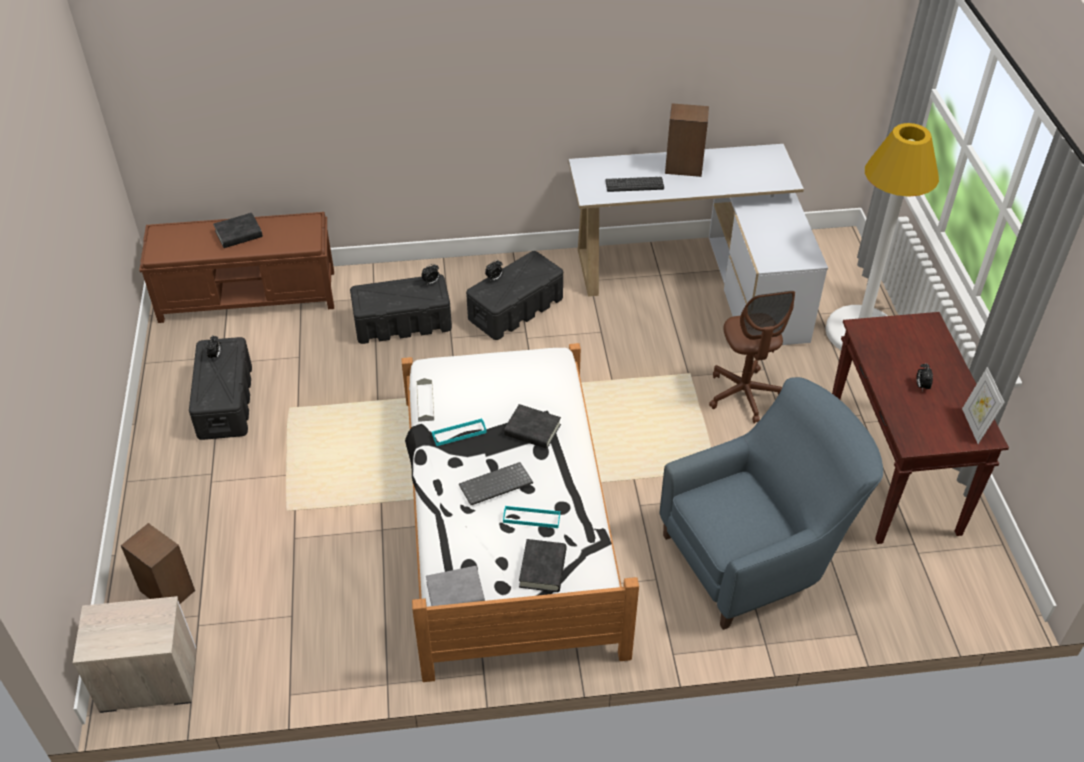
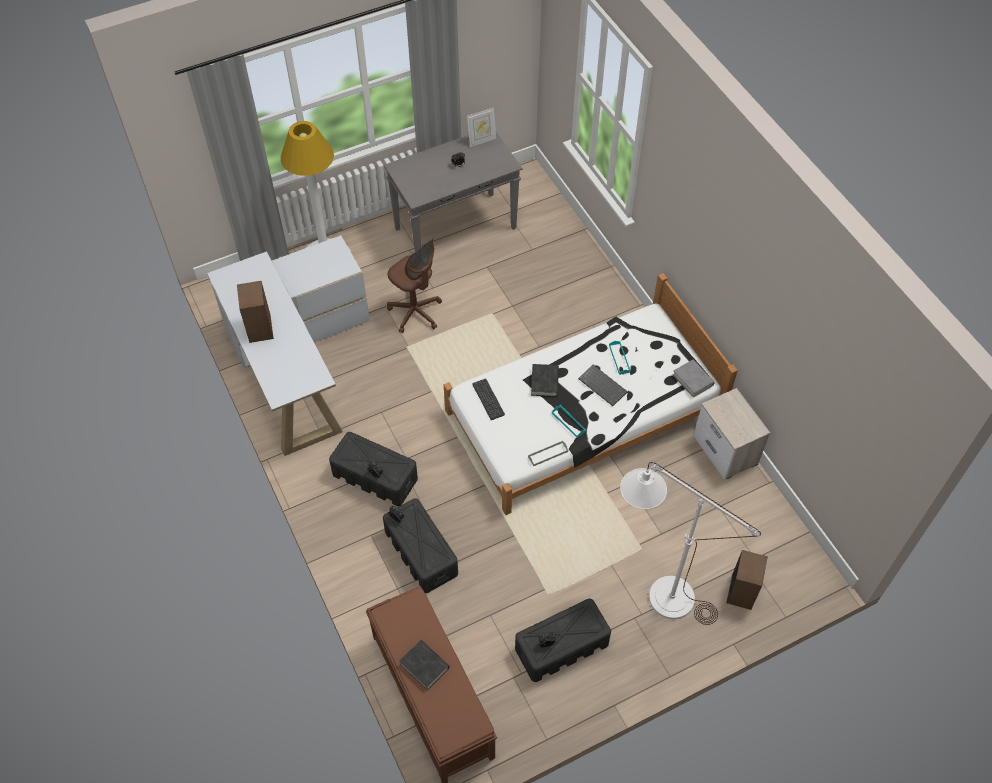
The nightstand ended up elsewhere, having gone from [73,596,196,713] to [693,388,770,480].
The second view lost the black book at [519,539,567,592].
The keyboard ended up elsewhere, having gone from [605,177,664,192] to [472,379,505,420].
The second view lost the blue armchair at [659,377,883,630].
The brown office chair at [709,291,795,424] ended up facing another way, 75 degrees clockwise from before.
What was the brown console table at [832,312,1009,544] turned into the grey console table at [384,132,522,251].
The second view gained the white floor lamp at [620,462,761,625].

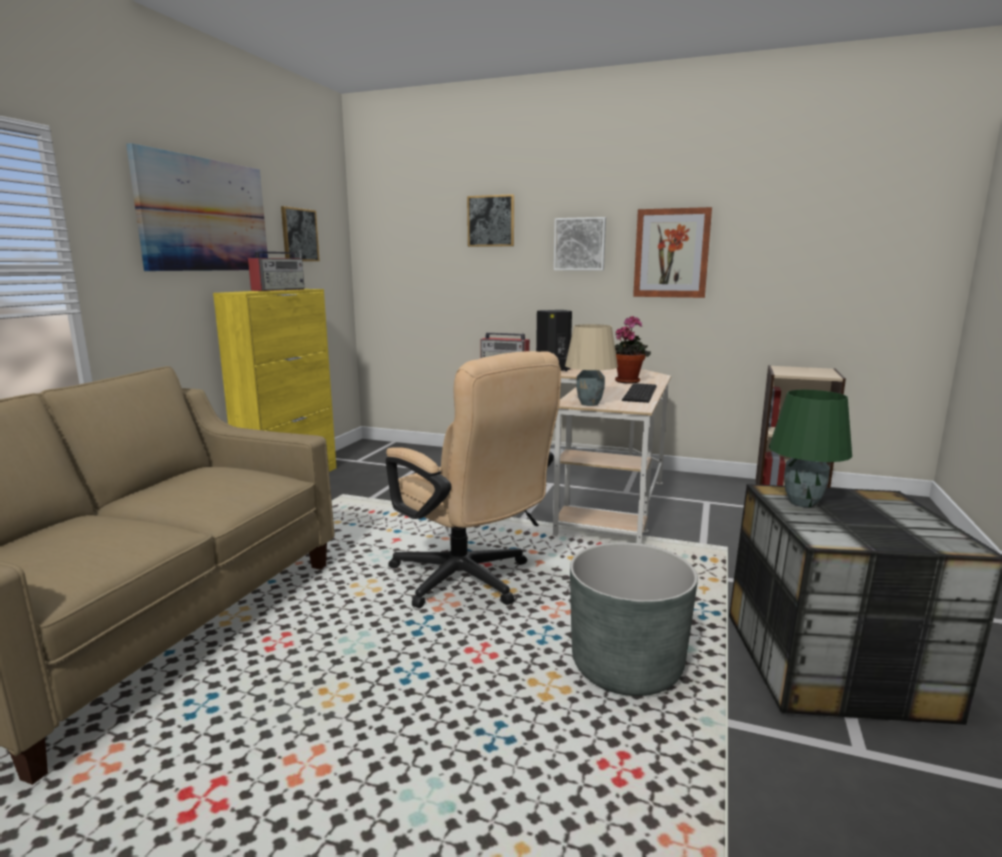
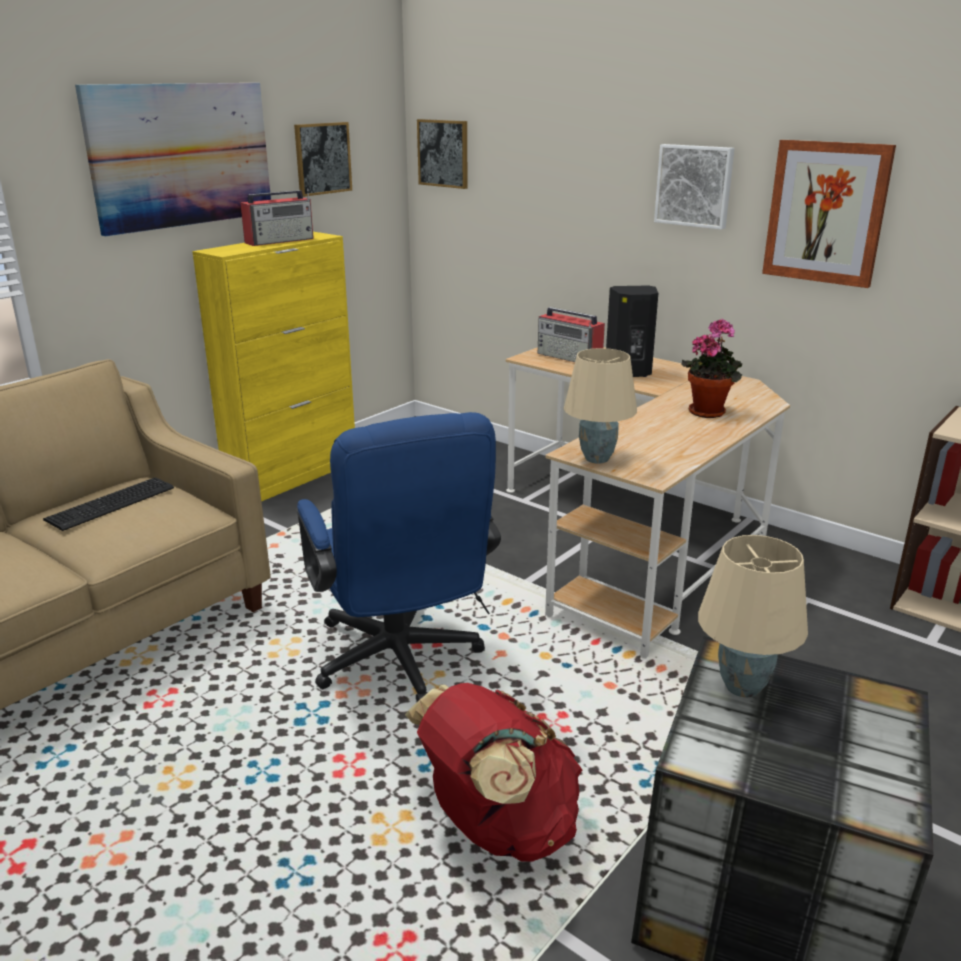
What was the beige office chair at [386,351,561,608] turned into the blue office chair at [297,412,501,702].
The picture ended up elsewhere, having gone from [467,194,514,247] to [417,119,468,189].
Where the grey planter stood at [570,542,698,696], the red backpack came to stand at [405,683,582,862].
The keyboard ended up elsewhere, having gone from [622,383,657,403] to [43,477,174,531].
What was the green table lamp at [769,390,852,507] turned into the beige table lamp at [698,535,808,697].

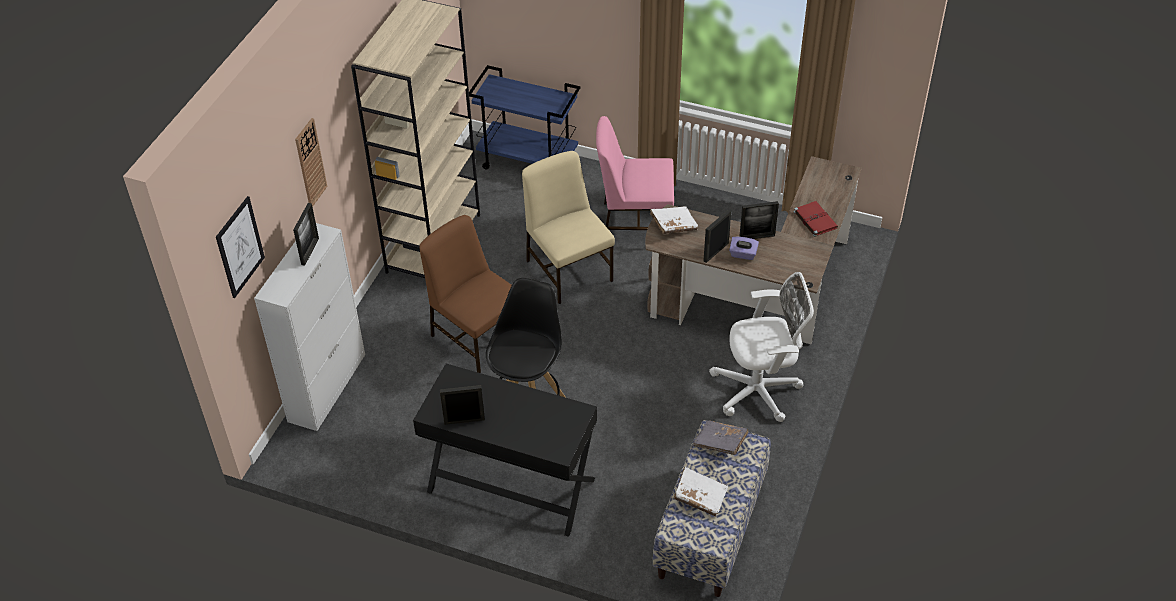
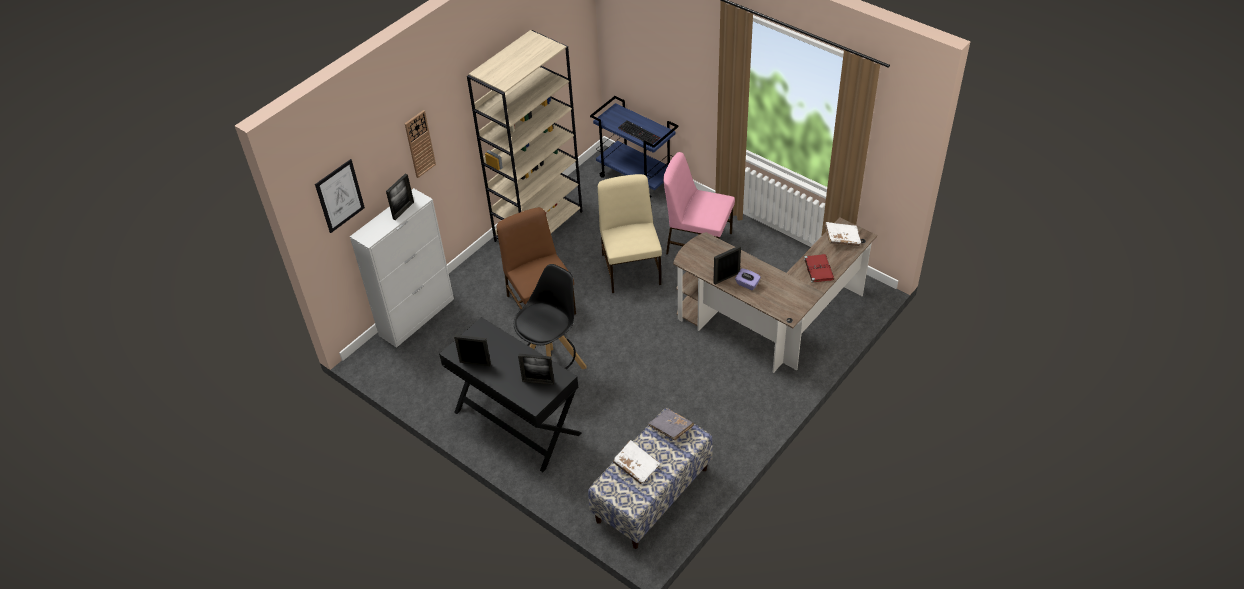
The white book ended up elsewhere, having gone from [650,206,698,234] to [824,222,861,246].
The second view lost the white office chair at [709,272,814,422].
The picture frame ended up elsewhere, having gone from [739,201,779,239] to [518,354,554,385].
The second view gained the keyboard at [618,121,660,144].

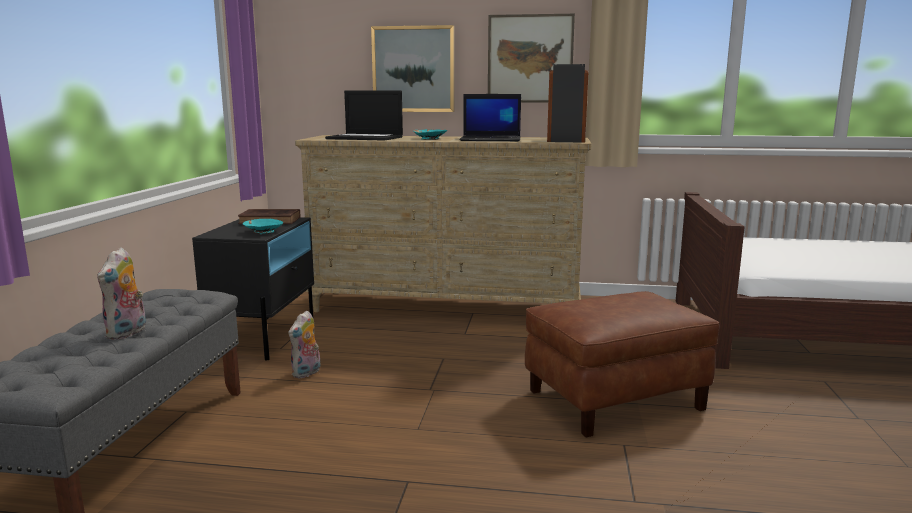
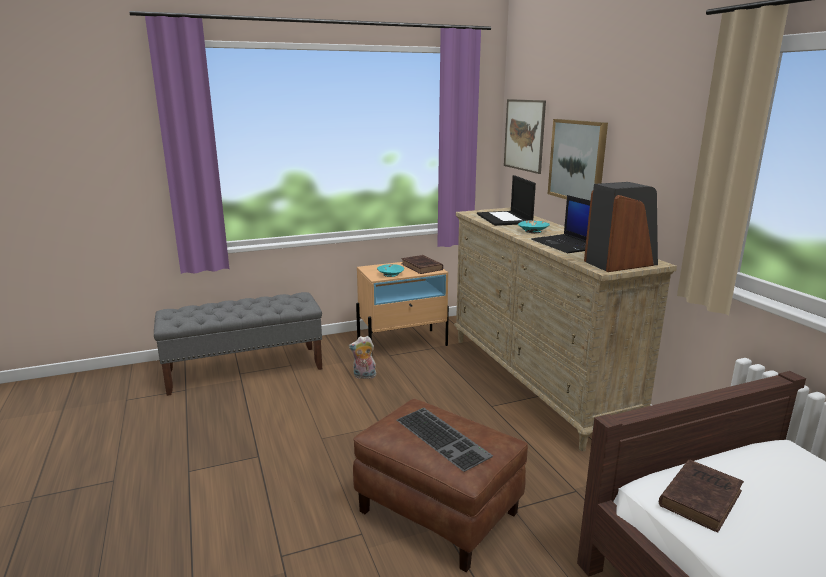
The second view lost the plush toy at [97,247,146,340].
What was the black nightstand at [192,217,314,361] turned into the beige nightstand at [356,262,449,346].
The picture ended up elsewhere, having gone from [488,14,575,102] to [504,99,546,174].
The second view gained the keyboard at [397,408,493,472].
The second view gained the brown book at [659,460,744,532].

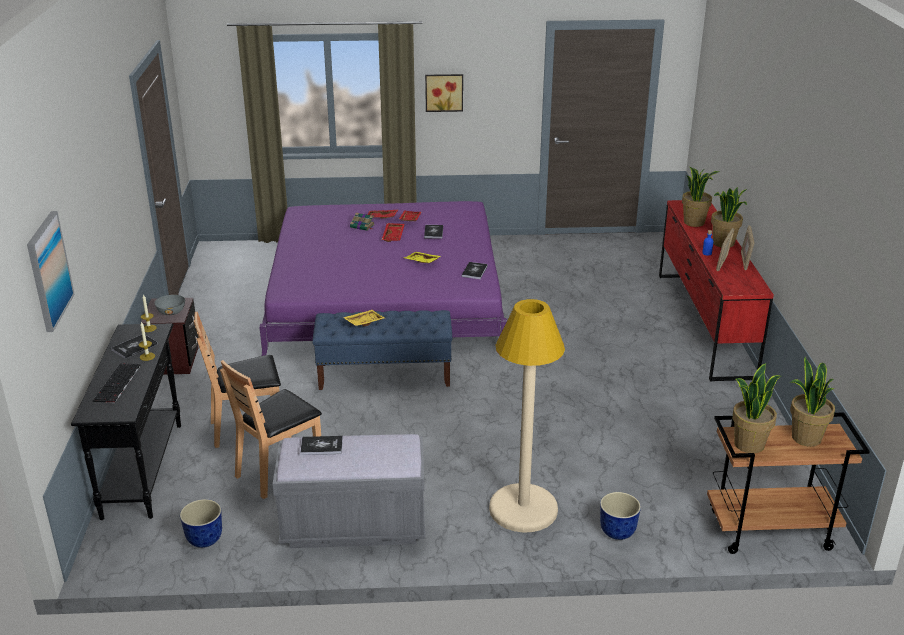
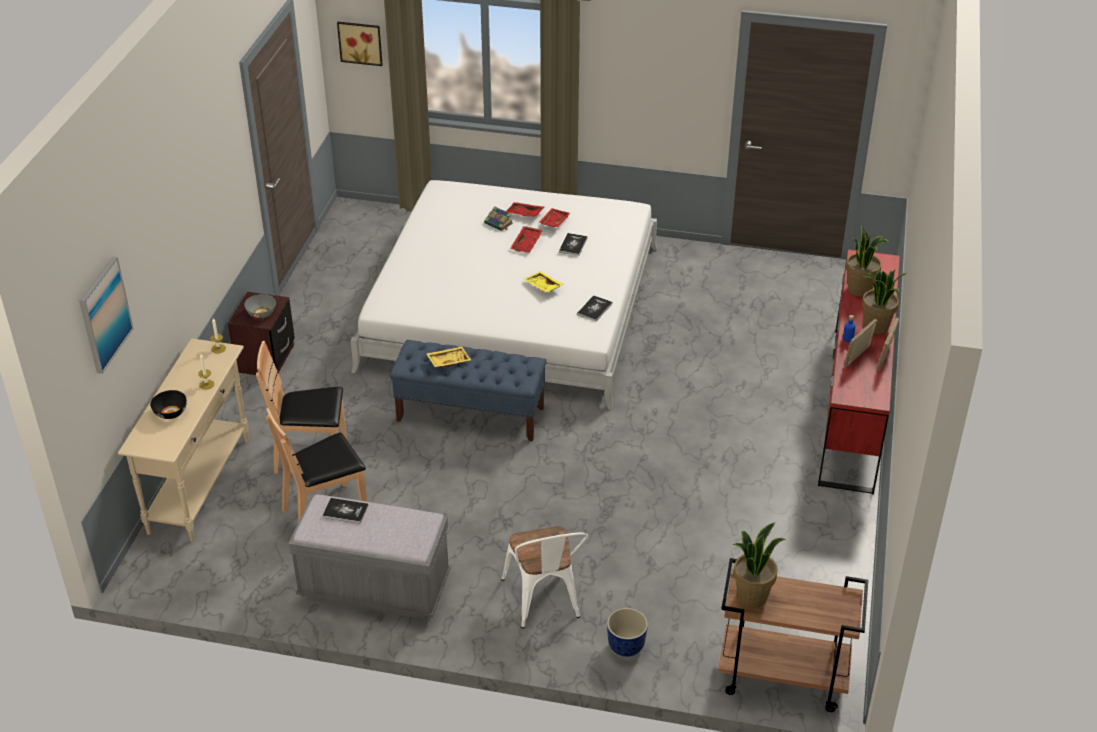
What was the black console table at [71,323,181,520] turned into the beige console table at [118,338,249,542].
Where the keyboard stood at [93,363,140,403], the black bowl came to stand at [150,390,187,419].
The second view lost the book at [111,335,158,359].
The second view lost the planter at [180,499,222,548].
What was the purple bed at [259,201,507,356] turned into the white bed at [350,180,657,410].
The picture ended up elsewhere, having gone from [425,74,463,112] to [337,22,383,66].
Where the beige floor lamp stood at [489,299,565,533], the white chair came to stand at [501,526,588,628].
The second view lost the potted plant at [790,357,835,447].

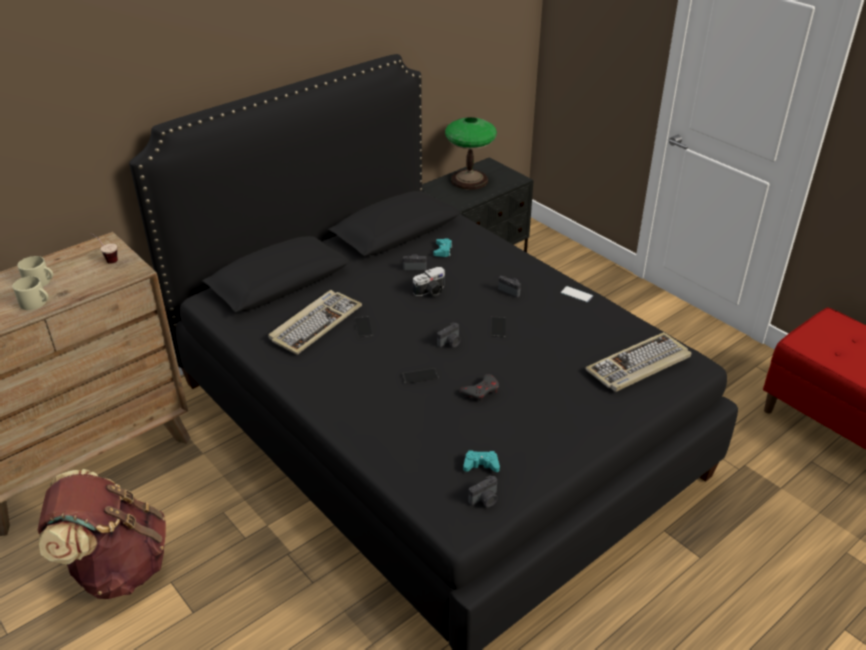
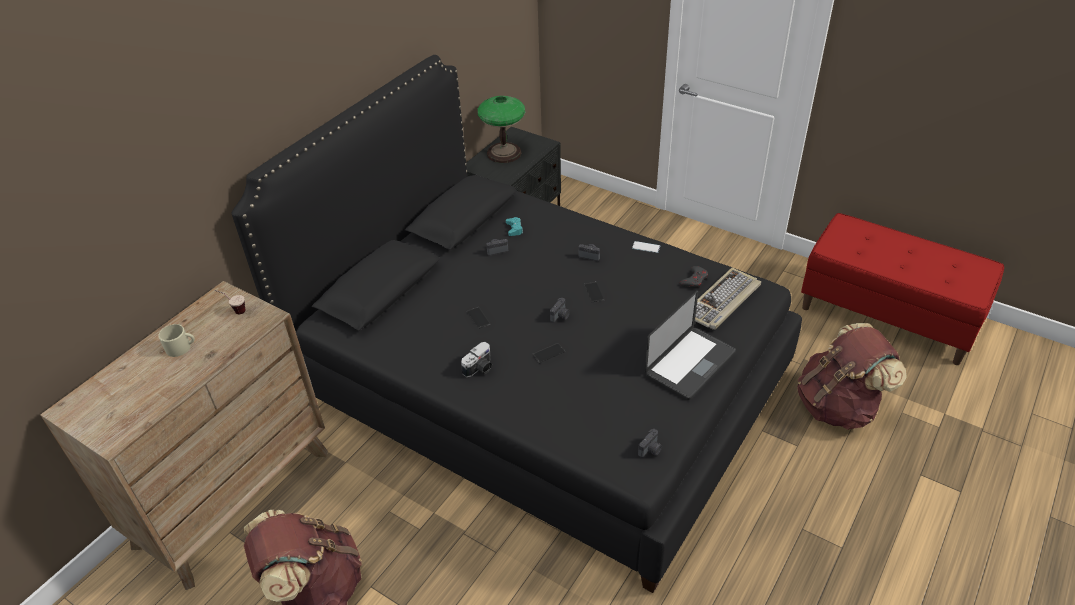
The second view lost the beige mug at [12,276,48,310].
The second view lost the keyboard at [268,290,362,355].
The photo camera ended up elsewhere, having gone from [413,267,445,296] to [461,342,492,377].
The grey game controller ended up elsewhere, having gone from [459,374,499,401] to [680,266,708,288].
The second view lost the turquoise game controller at [463,451,500,472].
The second view gained the laptop at [645,290,736,400].
The second view gained the brown backpack at [797,323,907,430].

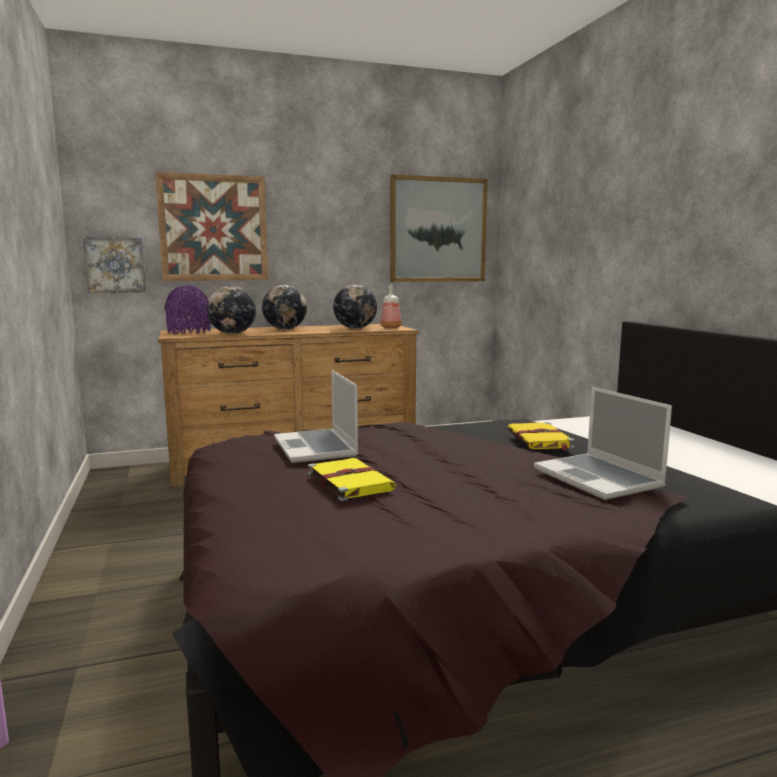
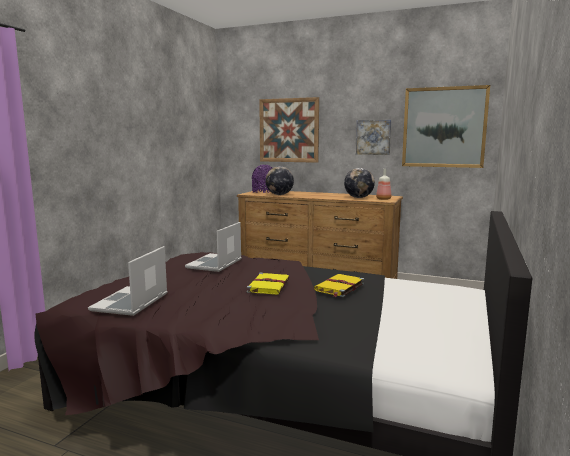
The picture ended up elsewhere, having gone from [83,237,146,293] to [356,120,391,155].
The second view lost the globe at [262,285,307,330].
The yellow book ended up elsewhere, having gone from [308,458,396,501] to [247,273,290,295].
The laptop ended up elsewhere, having gone from [534,387,672,500] to [88,246,168,316].

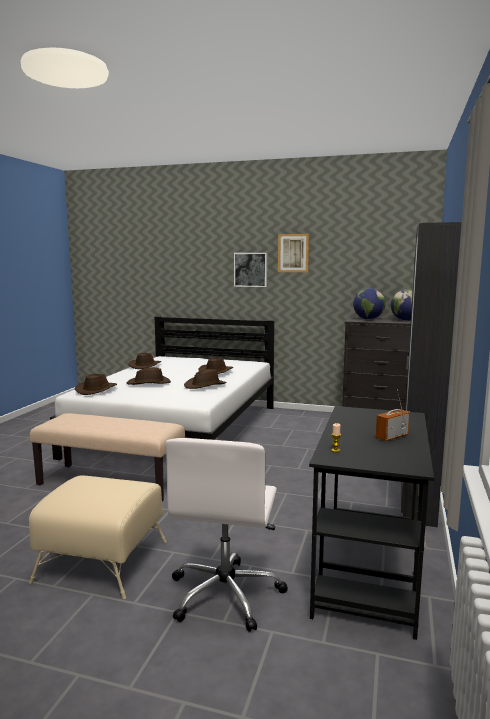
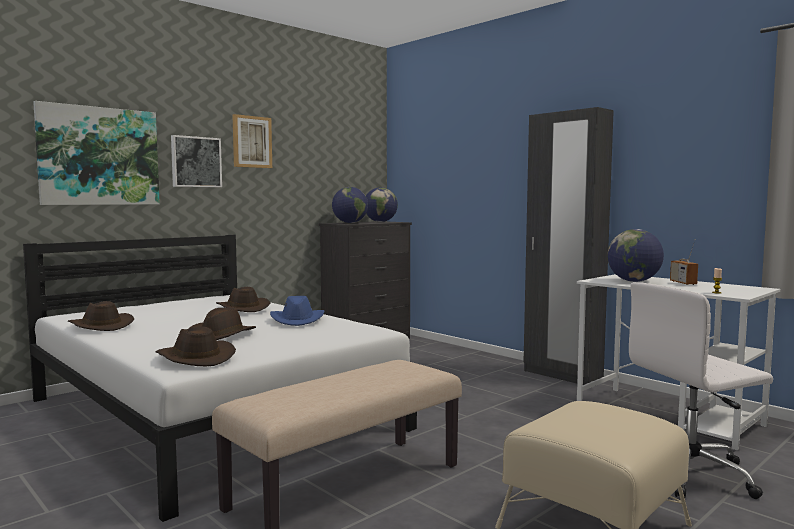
The white office chair at [165,438,288,632] ended up facing another way, 120 degrees clockwise from before.
What was the brown hat at [184,369,227,389] turned into the blue hat at [270,296,325,326].
What was the black desk at [309,406,434,640] turned into the white desk at [577,274,780,451].
The second view gained the picture at [33,101,160,205].
The second view gained the globe at [607,229,664,282].

